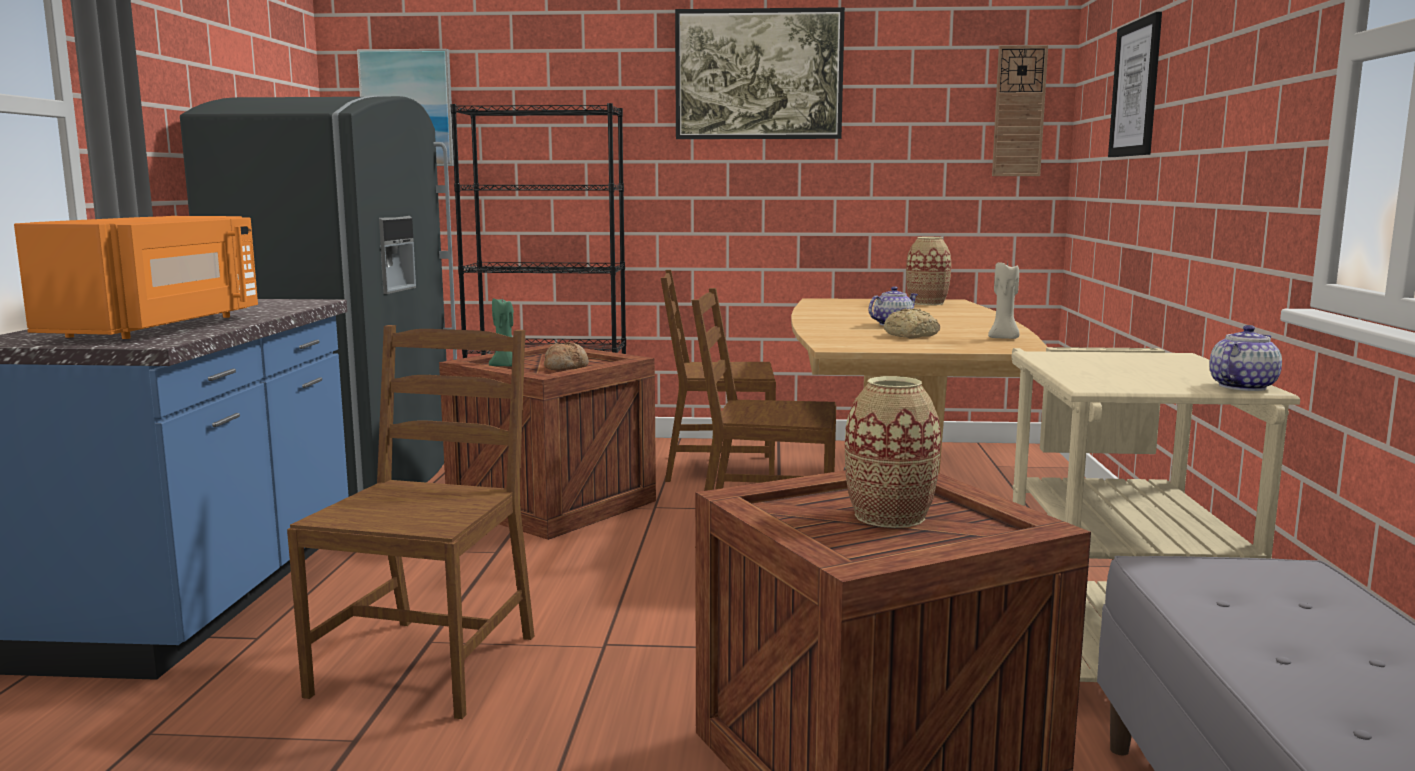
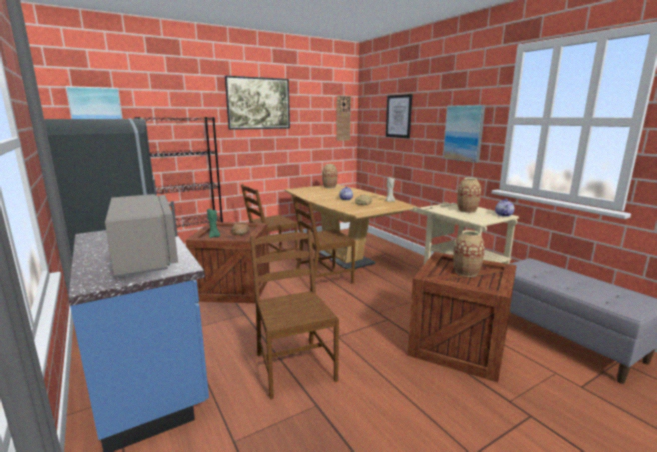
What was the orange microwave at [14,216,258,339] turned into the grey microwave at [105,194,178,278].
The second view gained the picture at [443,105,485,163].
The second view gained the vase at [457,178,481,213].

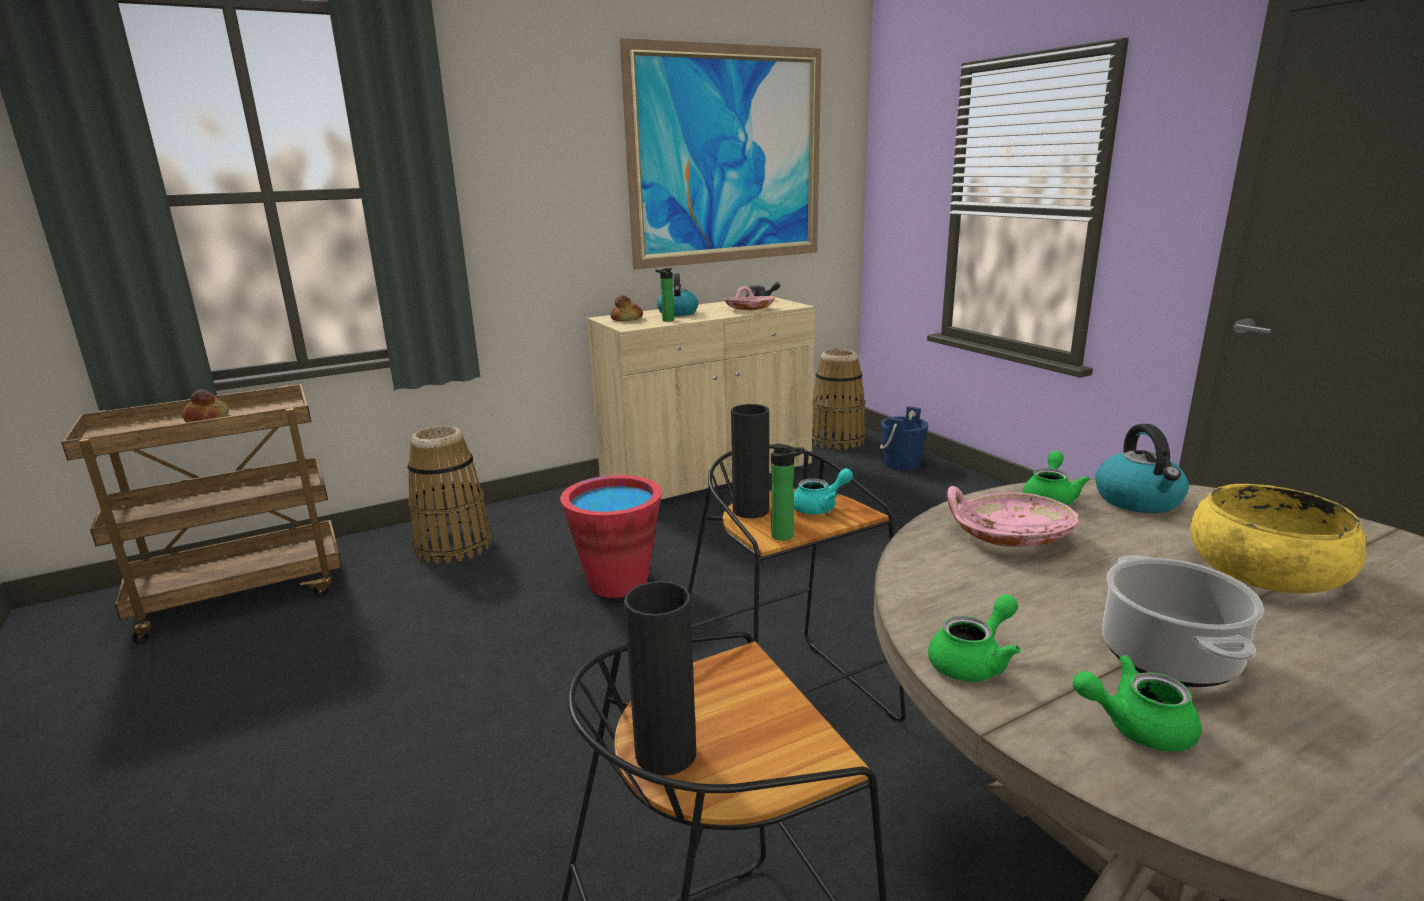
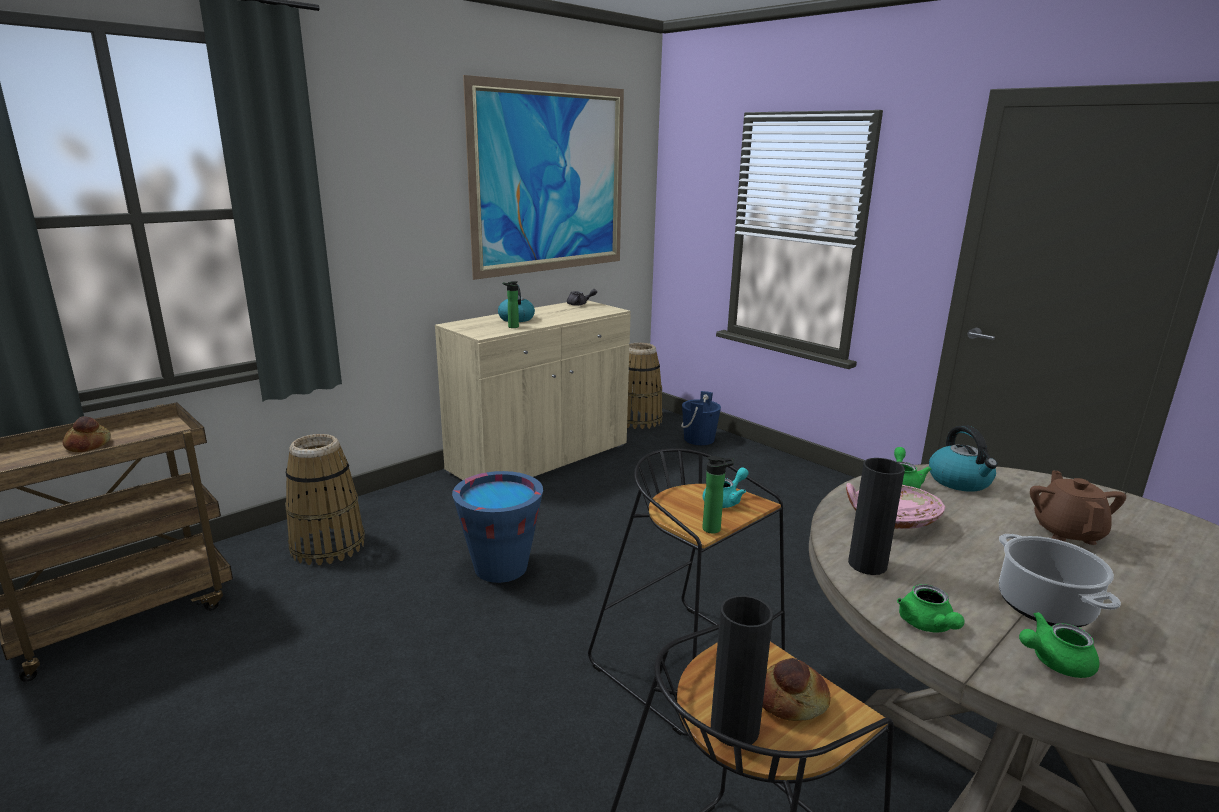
What was the red bucket at [560,475,662,598] turned into the blue bucket at [452,471,543,583].
The bread ended up elsewhere, having gone from [611,295,643,321] to [763,658,830,721].
The second view lost the pink bowl at [724,286,775,310].
The black vase ended up elsewhere, having gone from [731,404,769,518] to [848,458,905,575].
The green teapot at [928,594,1021,682] ended up facing another way, 135 degrees clockwise from before.
Where the yellow bowl stood at [1190,484,1366,593], the brown teapot came to stand at [1030,471,1126,545].

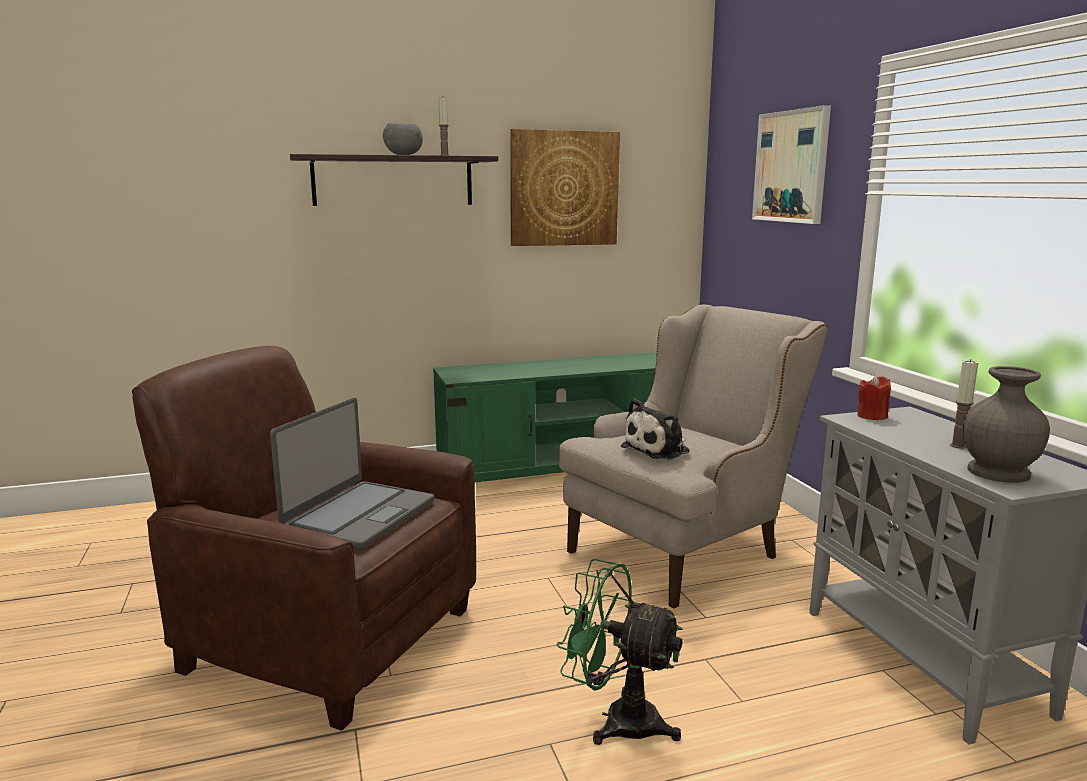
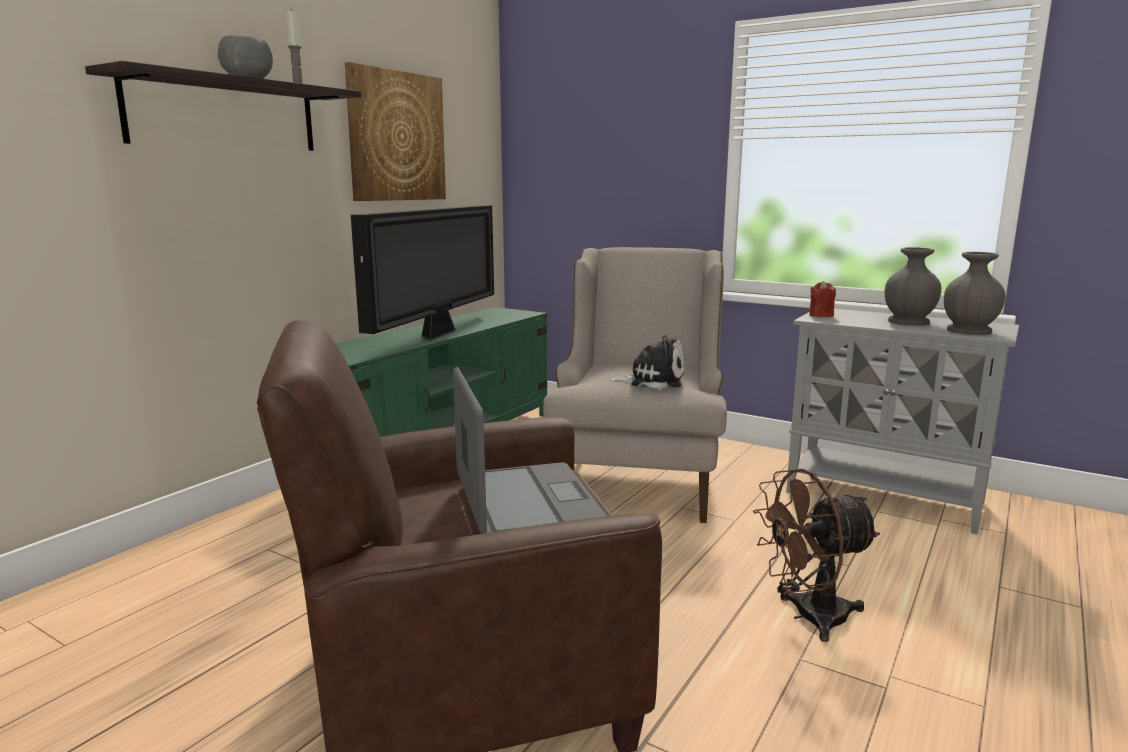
What was the green fan at [557,559,683,745] turned into the brown fan at [753,469,881,642].
The plush toy at [621,399,690,459] ended up facing another way, 90 degrees counterclockwise from before.
The second view lost the picture at [752,105,831,224].
Where the candle stood at [950,360,978,449], the grey vase came to stand at [885,247,941,326].
The second view gained the television at [351,205,494,341].

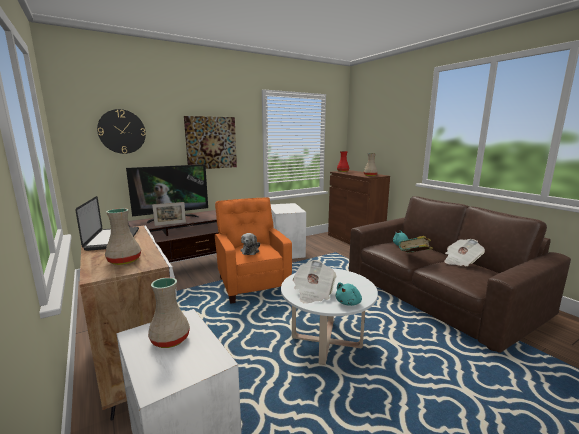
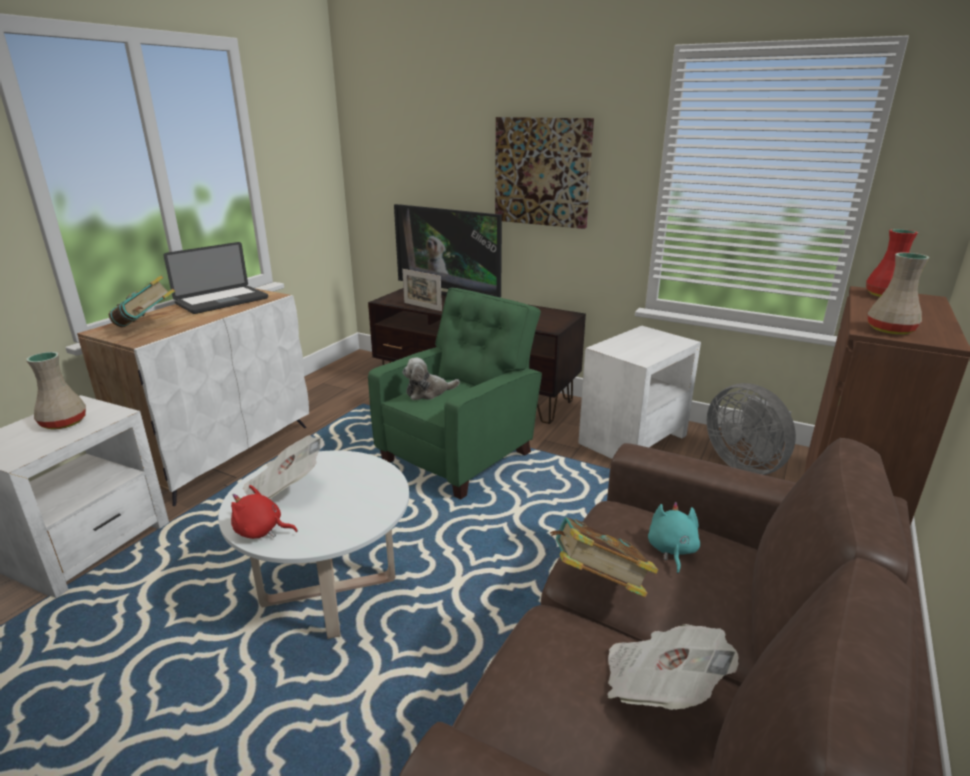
The second view lost the wall clock at [97,109,146,154].
Where the beige vase stood at [105,208,141,265], the book came to stand at [109,275,175,328].
What was the orange armchair at [215,197,292,304] turned into the green armchair at [368,288,542,499].
What was the turquoise plush toy at [336,282,362,306] turned into the red plush toy at [231,485,298,539].
The second view gained the grey fan at [707,383,796,475].

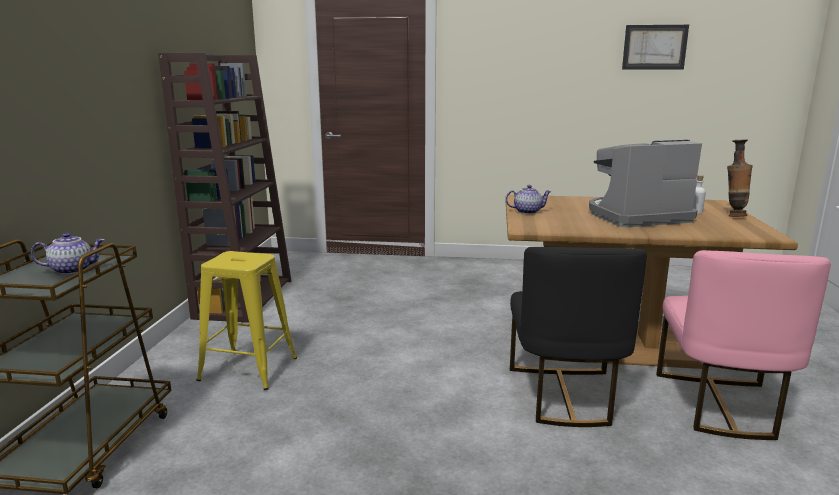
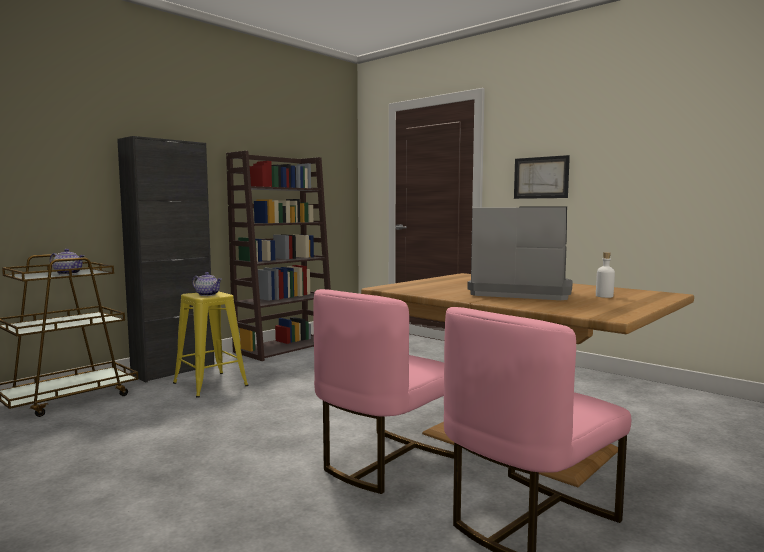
The teapot ended up elsewhere, having gone from [506,185,551,214] to [192,272,222,296].
What was the black chair at [510,247,647,427] turned into the pink chair at [313,289,454,494].
The picture ended up elsewhere, having gone from [622,25,689,69] to [514,155,570,199].
The second view lost the vase at [727,139,753,217].
The second view gained the black cabinet at [117,136,214,382].

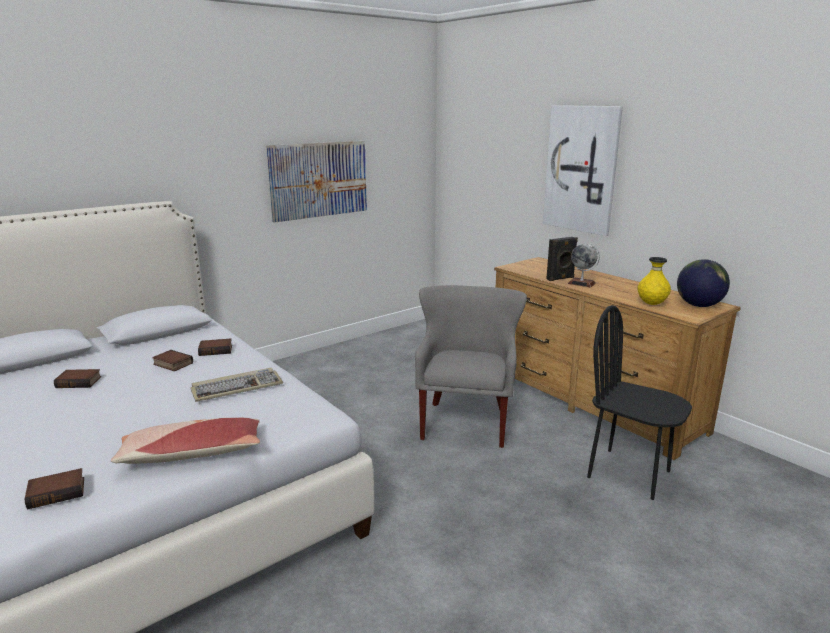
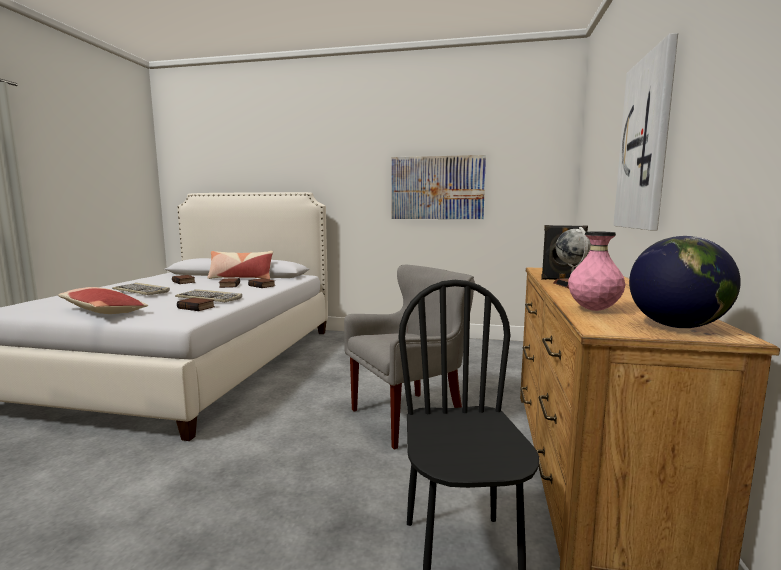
The book ended up elsewhere, having gone from [25,468,84,509] to [177,298,215,311].
What was the yellow vase at [638,257,671,305] turned into the pink vase at [568,231,625,311].
The second view gained the keyboard at [112,283,170,295].
The second view gained the pillow at [208,251,273,280].

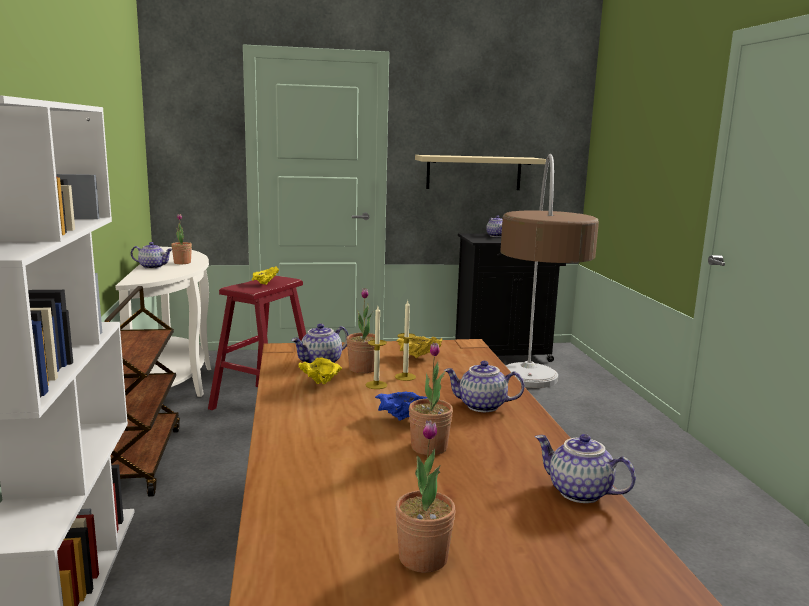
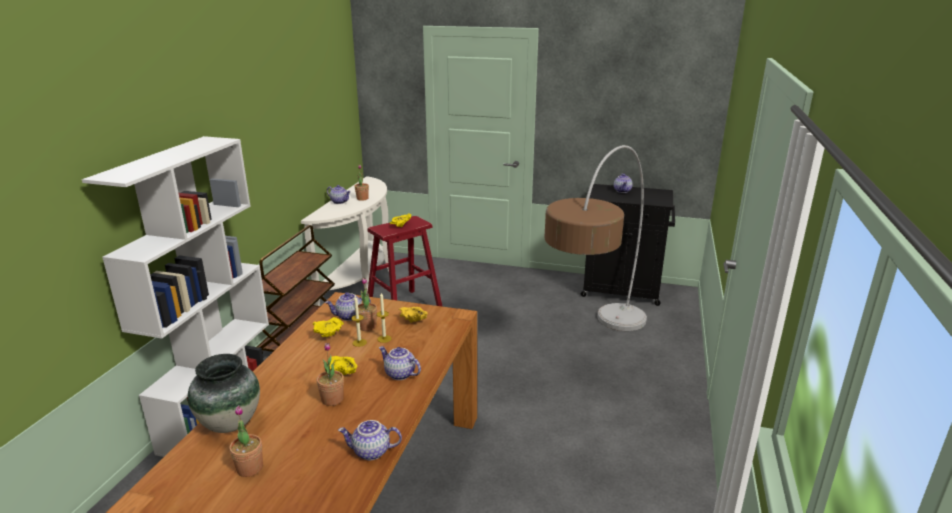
What was the blue bowl at [375,391,428,421] turned into the yellow bowl at [328,356,357,375].
The second view lost the beige shelf at [415,155,546,190].
The teapot at [535,434,636,503] ended up facing another way, 60 degrees counterclockwise from before.
The second view gained the vase at [187,354,260,433].

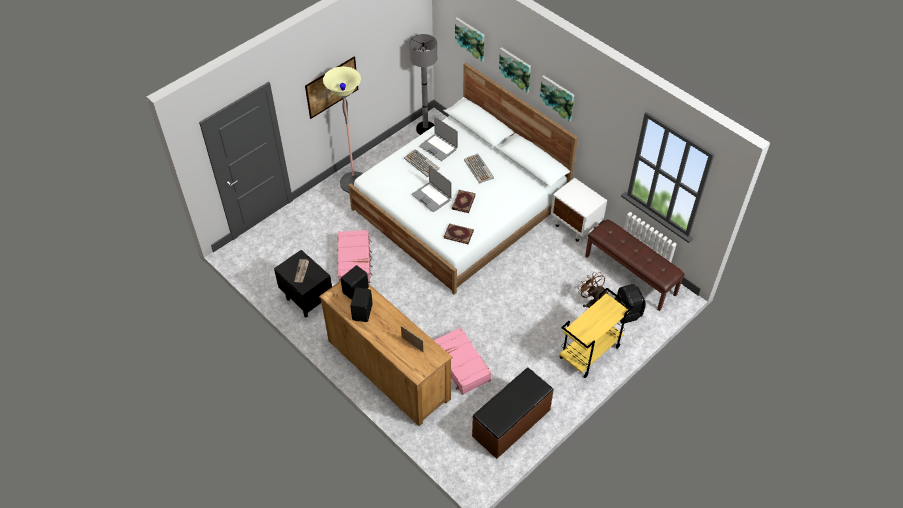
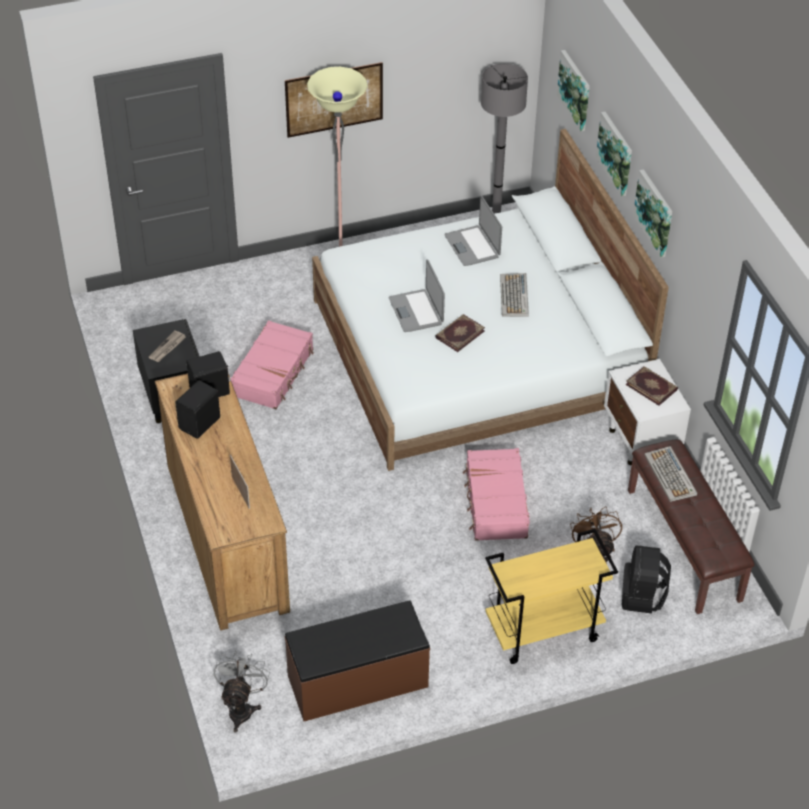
The keyboard ended up elsewhere, having gone from [404,149,439,177] to [645,446,697,502].
The pink suitcase ended up elsewhere, having gone from [434,327,492,395] to [463,448,530,541].
The book ended up elsewhere, having gone from [444,223,474,244] to [625,366,678,406].
The second view gained the grey fan at [214,651,270,733].

